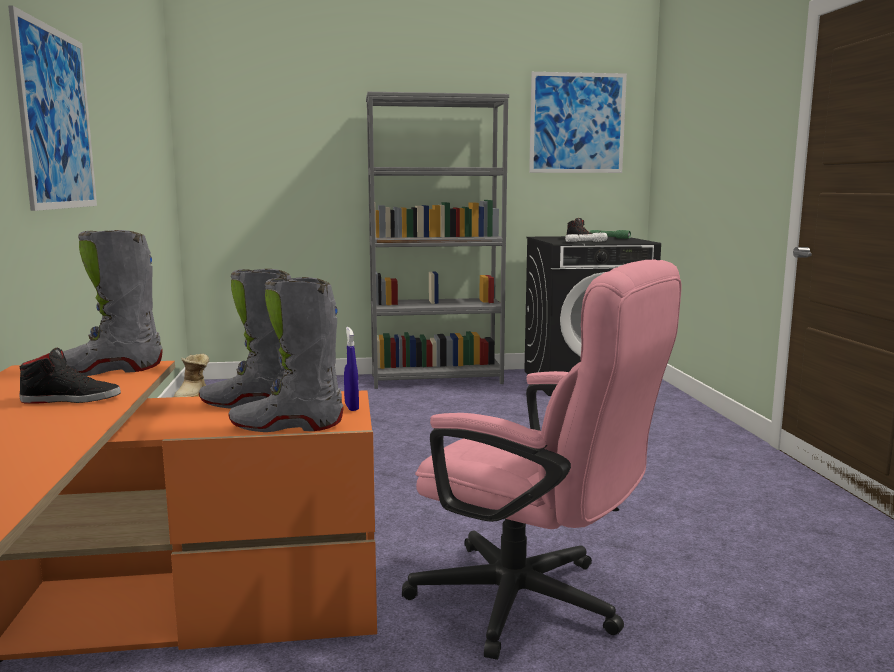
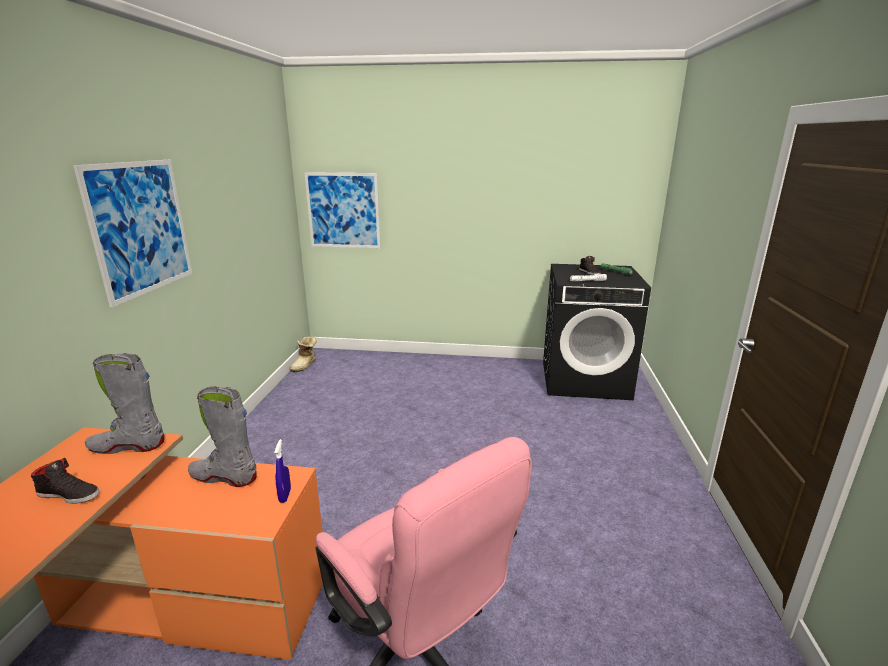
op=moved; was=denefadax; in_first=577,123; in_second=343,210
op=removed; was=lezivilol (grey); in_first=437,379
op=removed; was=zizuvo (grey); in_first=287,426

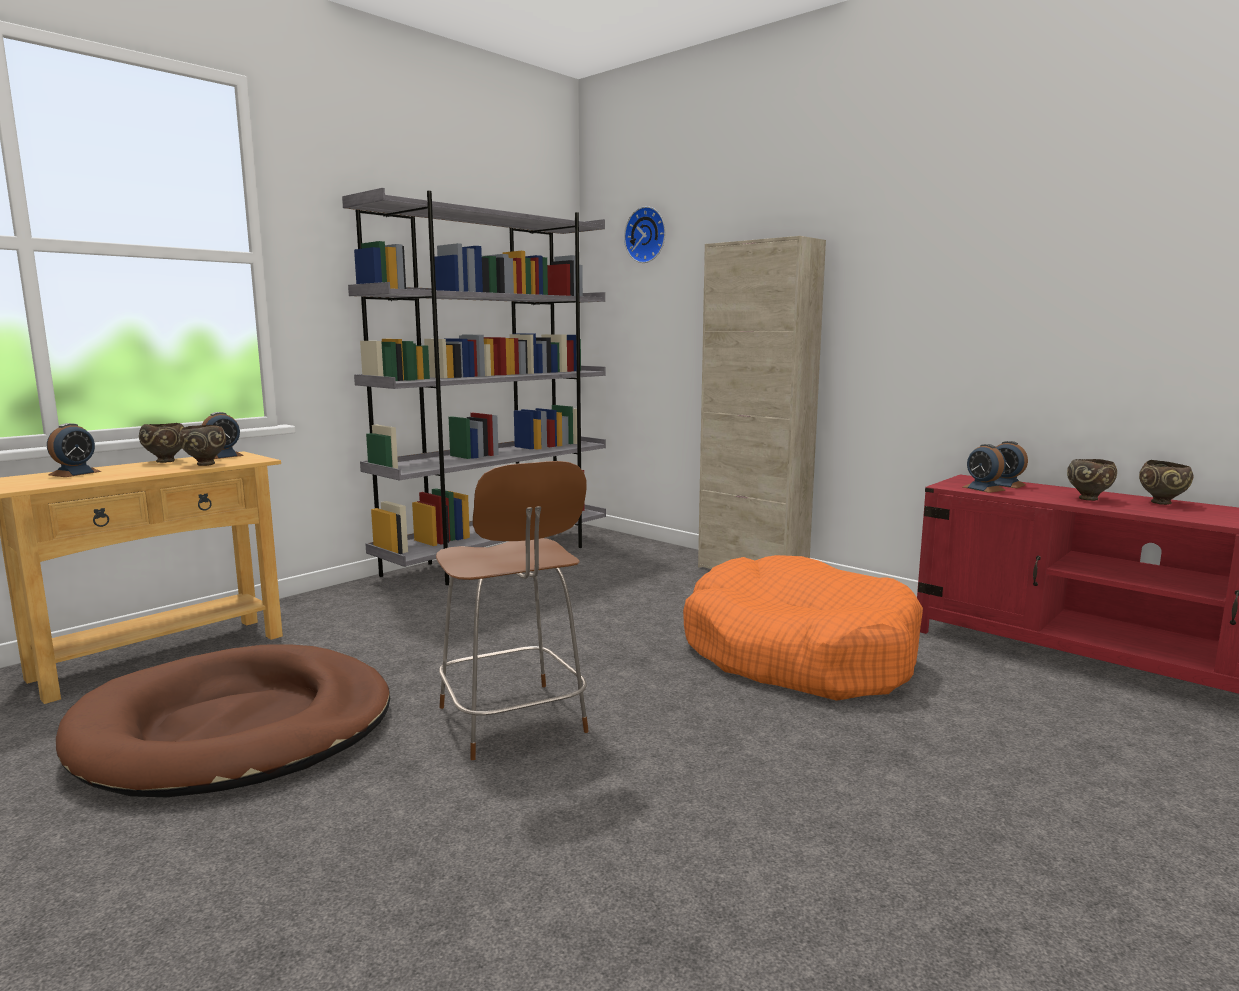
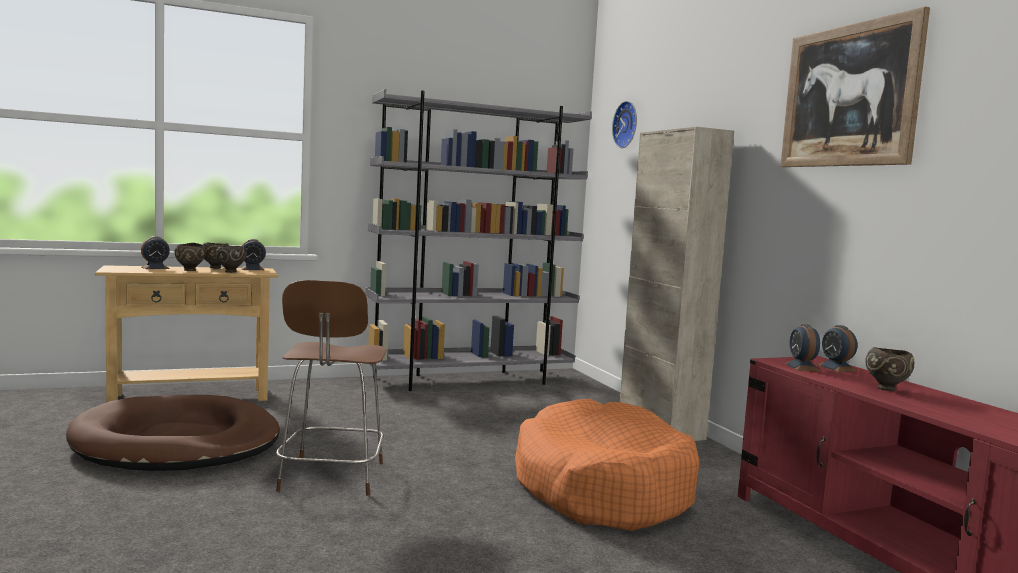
op=moved; was=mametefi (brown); in_first=1162,503; in_second=190,270
op=added; now=denefadax; in_second=849,96

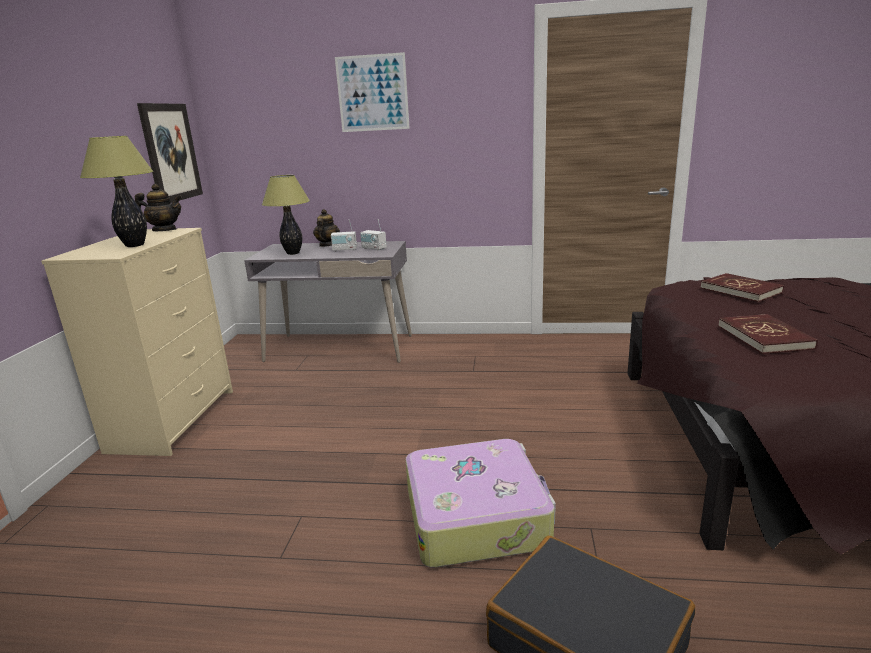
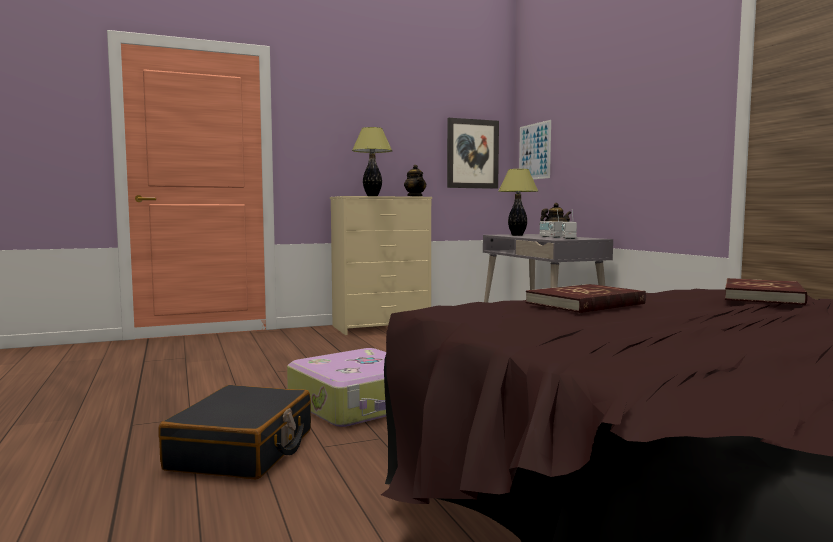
op=moved; was=denefadax; in_first=372,93; in_second=534,151

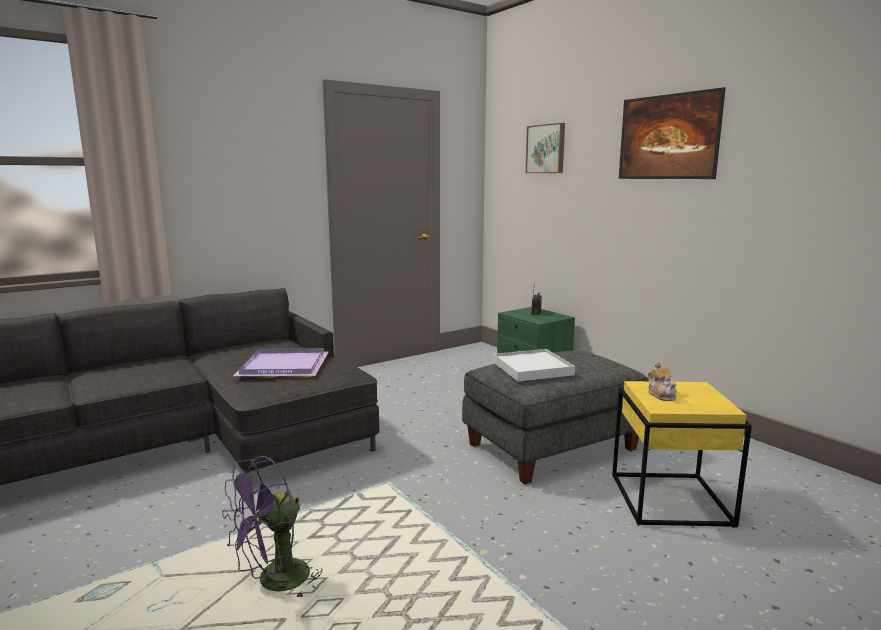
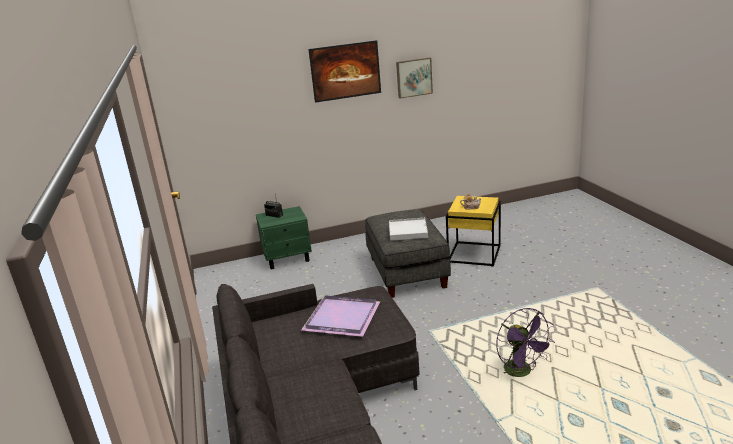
op=moved; was=denefadax; in_first=546,149; in_second=413,77

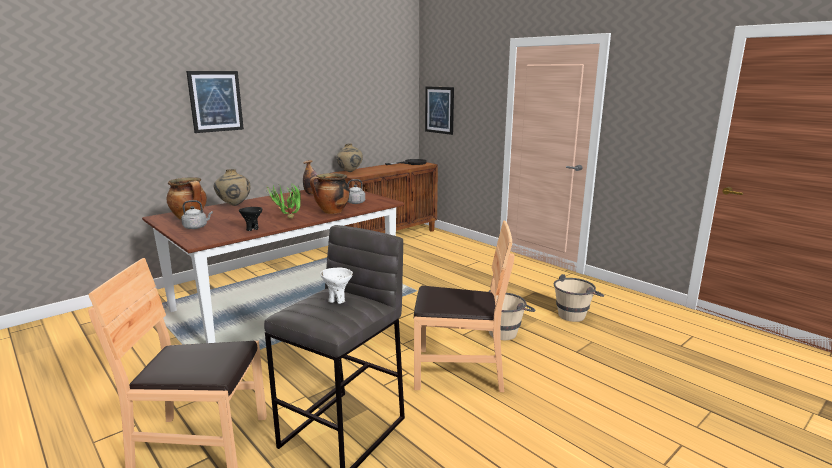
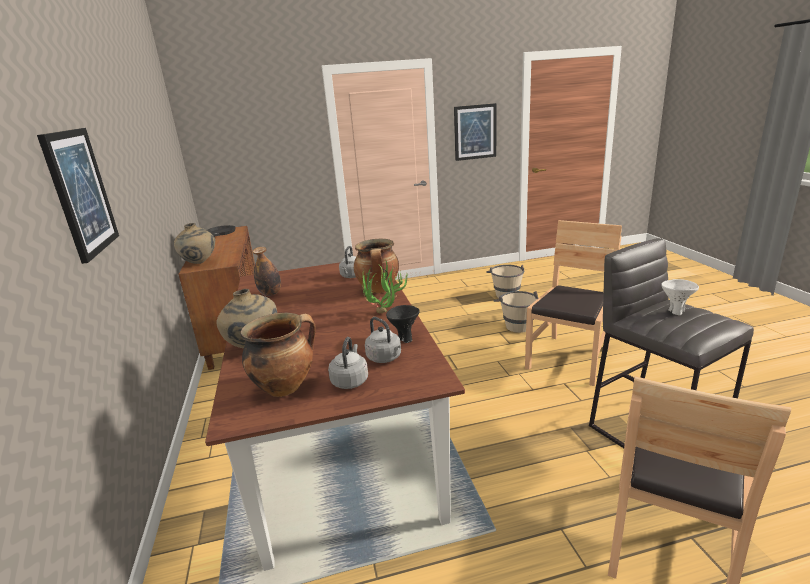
op=moved; was=denefadax; in_first=439,110; in_second=475,132
op=added; now=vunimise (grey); in_second=385,358

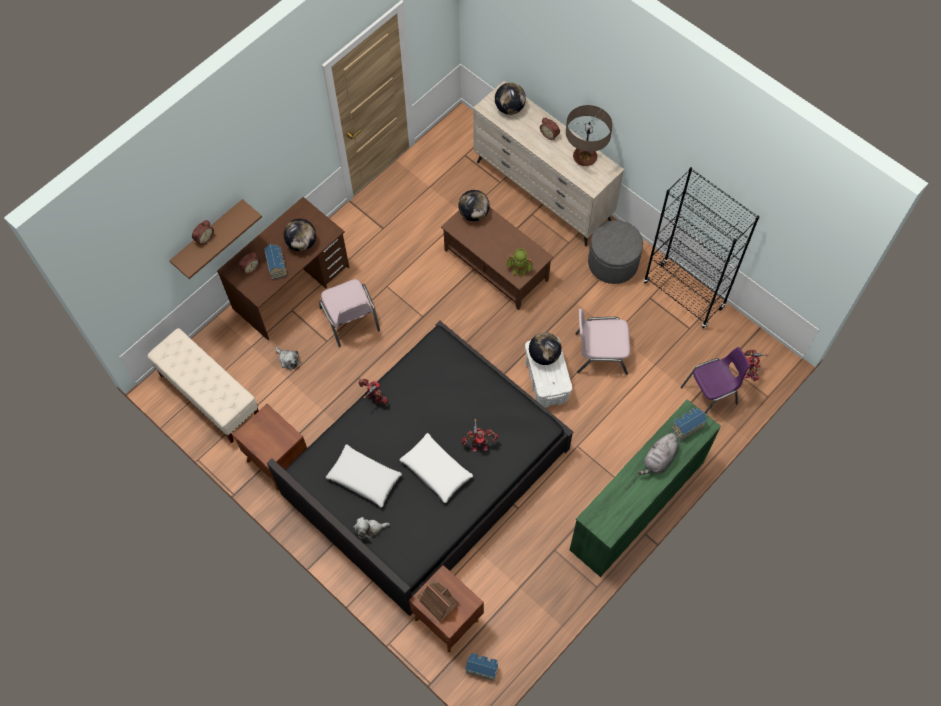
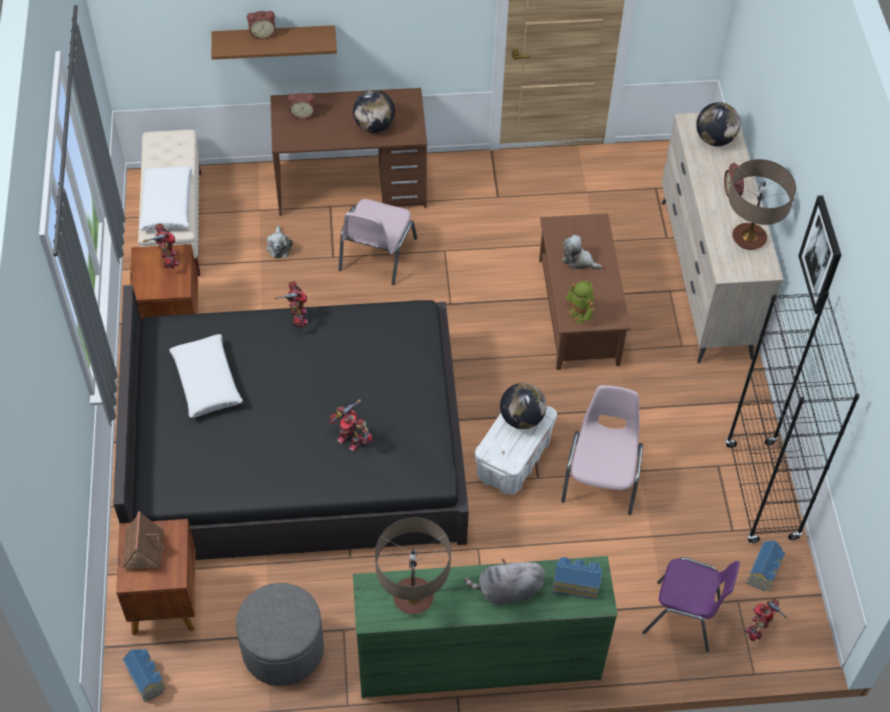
op=removed; was=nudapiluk; in_first=474,214
op=moved; was=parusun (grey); in_first=613,262; in_second=283,649
op=moved; was=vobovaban; in_first=277,265; in_second=765,572
op=turned; was=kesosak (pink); in_first=600,352; in_second=602,477; clockwise=60
op=moved; was=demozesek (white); in_first=436,470; in_second=167,204
op=moved; was=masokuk; in_first=370,529; in_second=578,261
op=added; now=denefadax; in_second=821,255
op=added; now=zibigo; in_second=168,260
op=added; now=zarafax; in_second=413,597

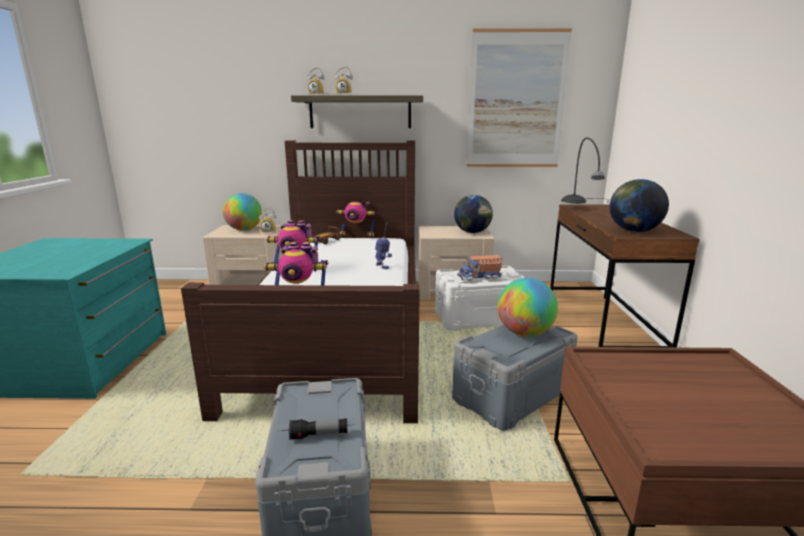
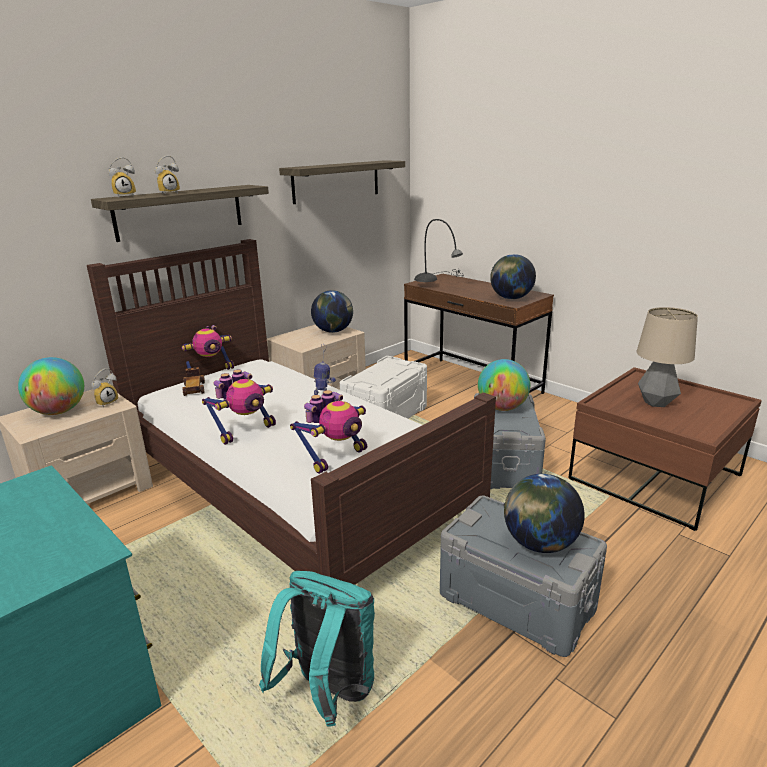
op=replaced; was=denefadax; now=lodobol; in_first=516,100; in_second=336,181
op=removed; was=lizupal; in_first=480,277
op=replaced; was=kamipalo; now=nudapiluk; in_first=319,435; in_second=539,544
op=added; now=zarafax; in_second=656,403
op=added; now=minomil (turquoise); in_second=327,692

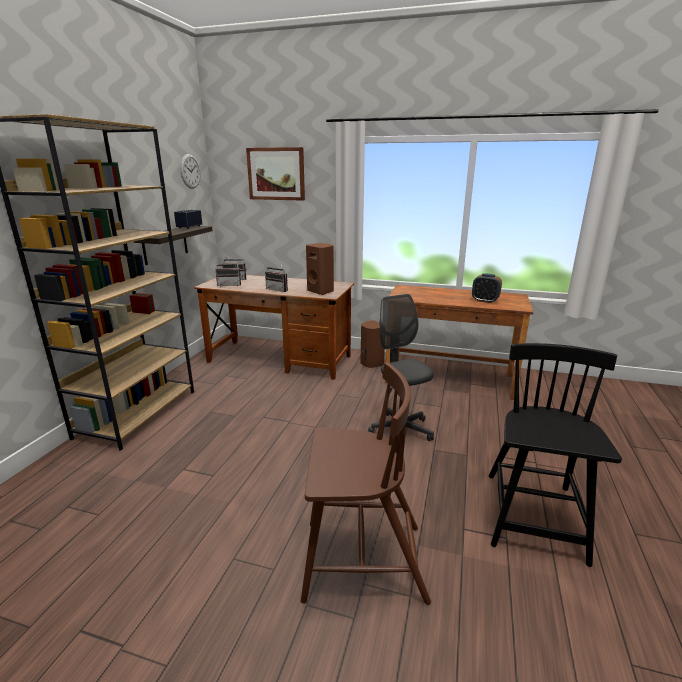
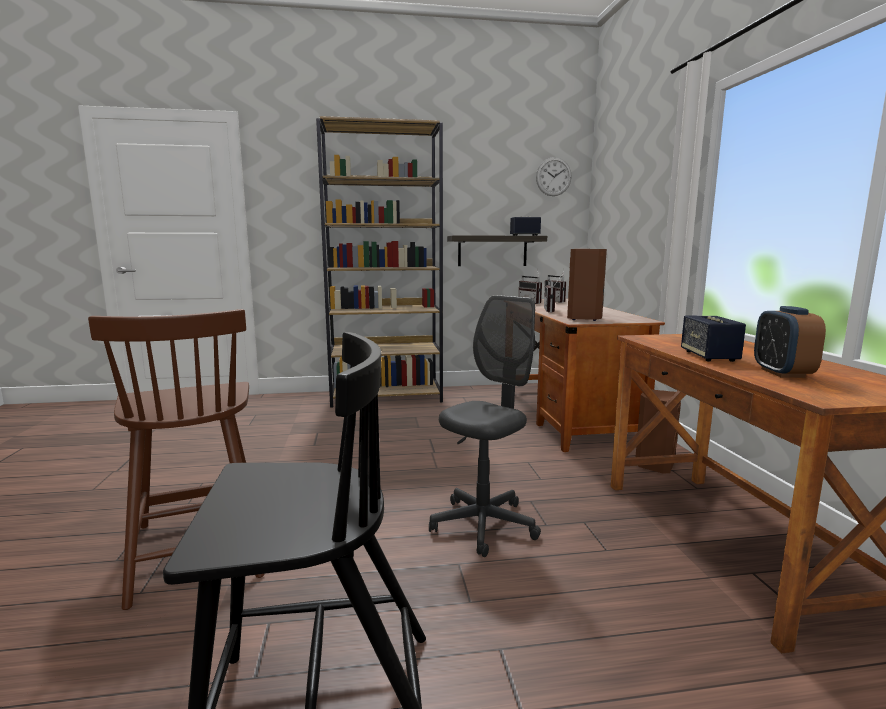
op=removed; was=denefadax; in_first=276,174
op=added; now=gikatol; in_second=709,356

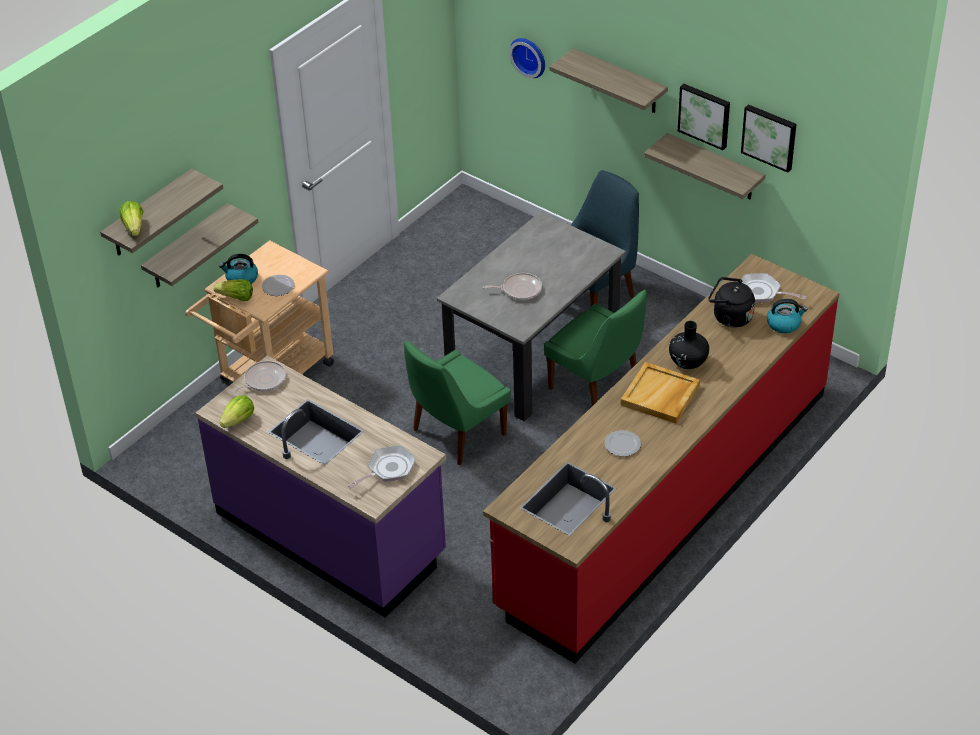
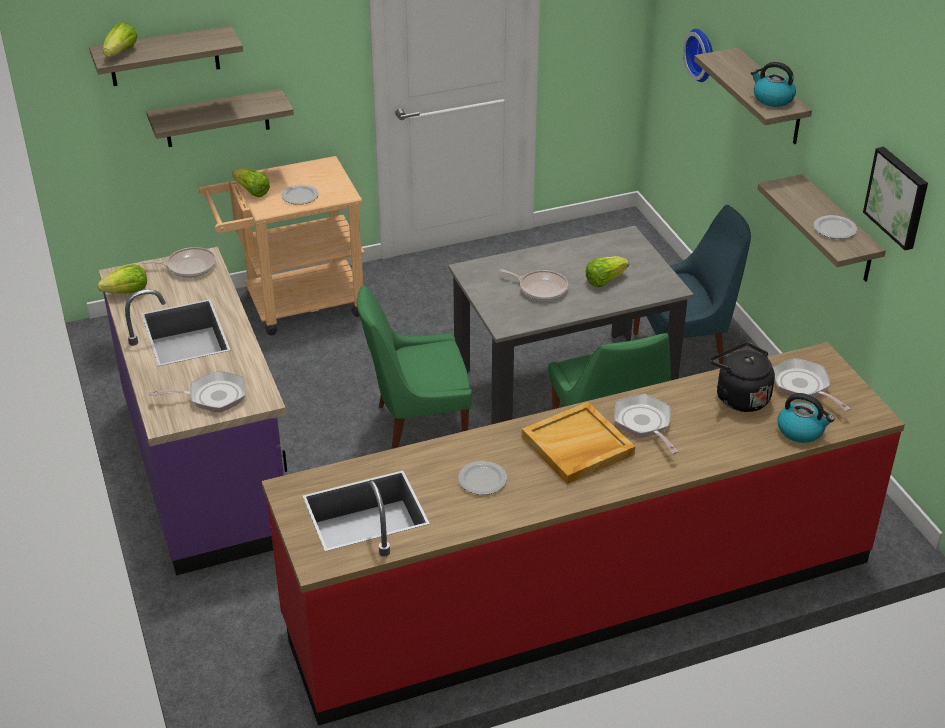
op=removed; was=denefadax; in_first=705,115
op=moved; was=vunimise; in_first=241,279; in_second=772,99
op=replaced; was=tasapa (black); now=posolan; in_first=688,362; in_second=644,424
op=added; now=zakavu; in_second=835,229
op=added; now=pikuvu; in_second=604,280

